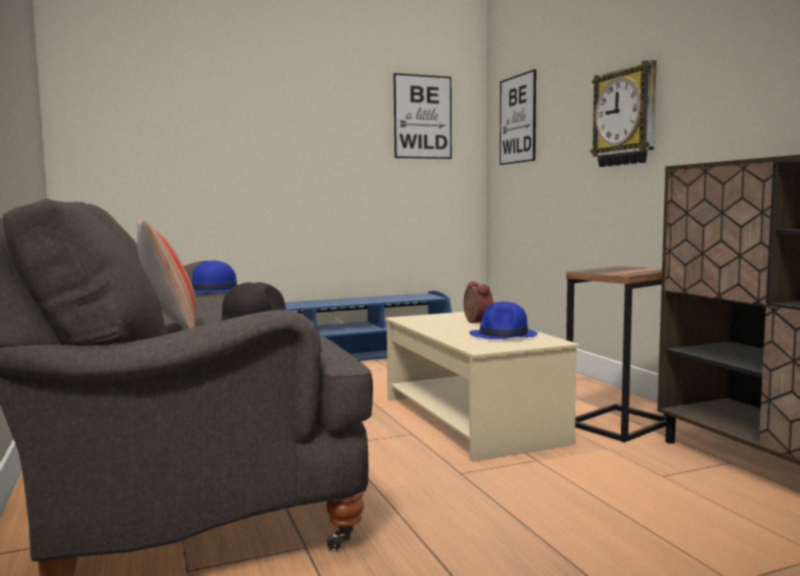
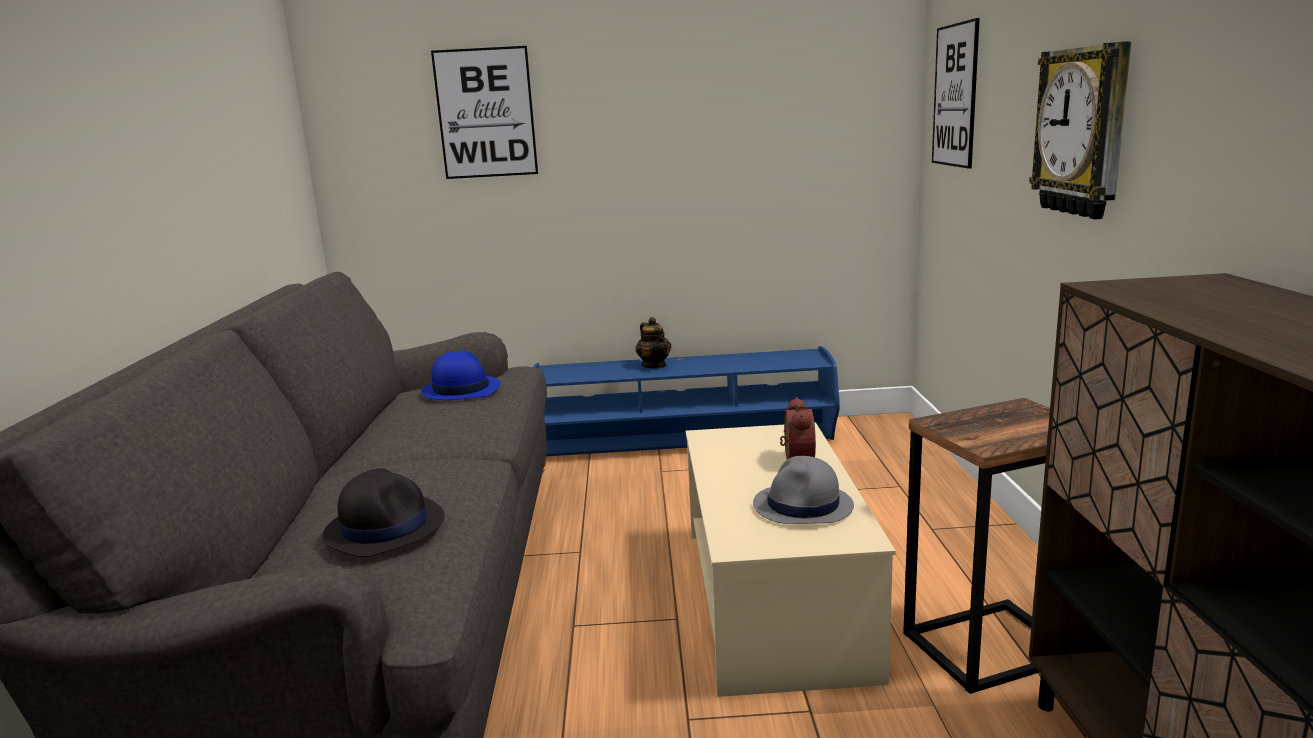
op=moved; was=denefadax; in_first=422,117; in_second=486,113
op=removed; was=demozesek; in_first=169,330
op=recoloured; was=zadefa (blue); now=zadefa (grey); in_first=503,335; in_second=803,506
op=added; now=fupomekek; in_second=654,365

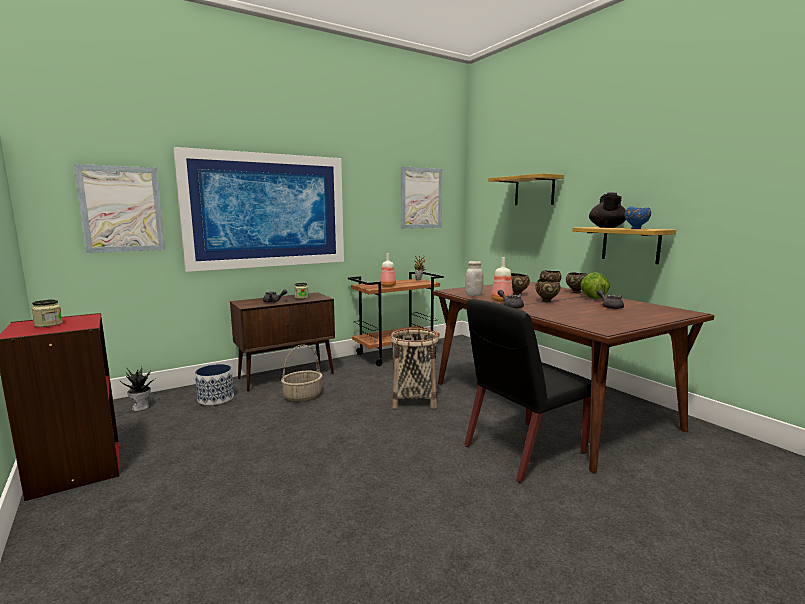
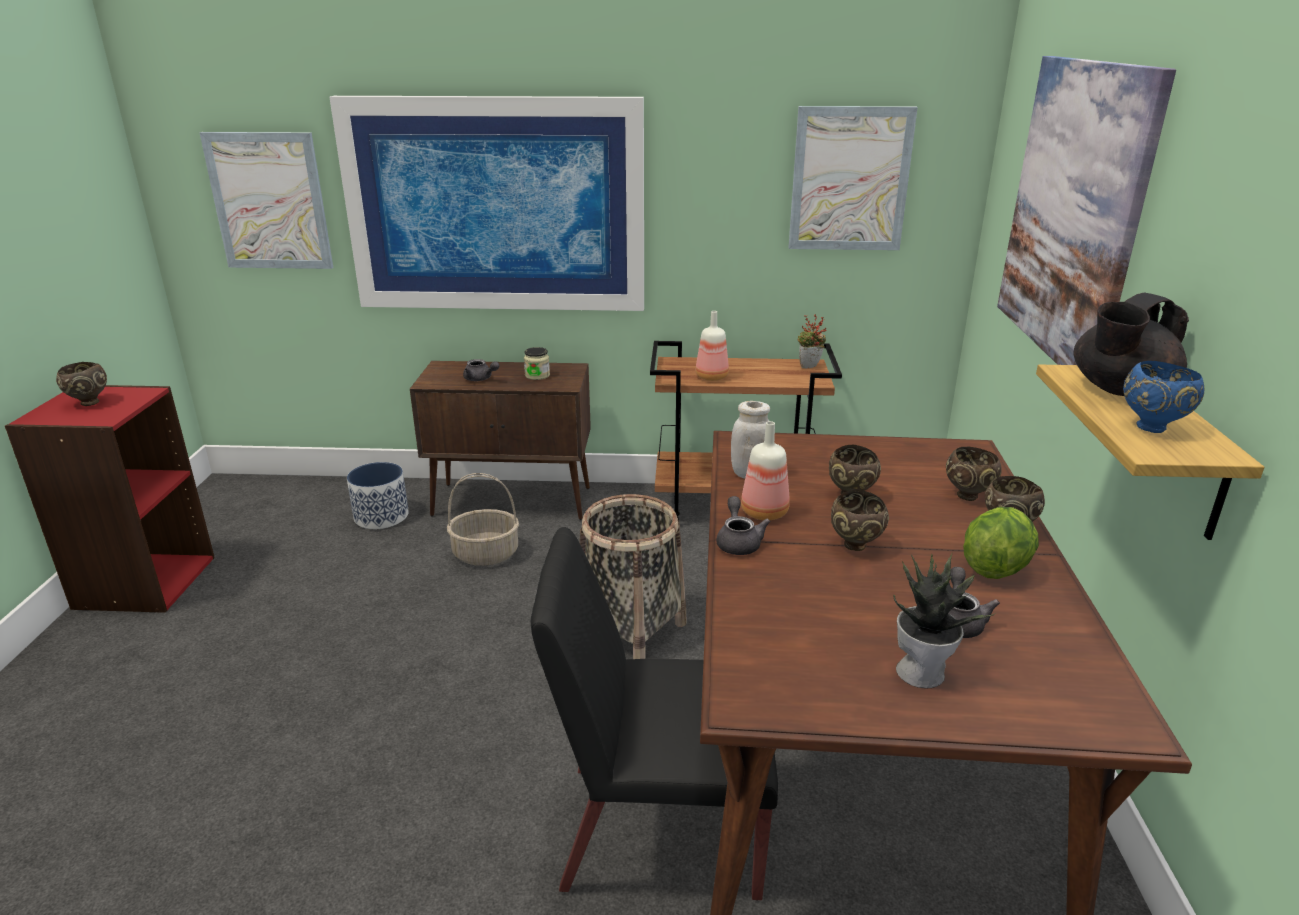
op=replaced; was=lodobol; now=denefadax; in_first=534,191; in_second=1073,212
op=replaced; was=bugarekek; now=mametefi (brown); in_first=48,324; in_second=88,403
op=moved; was=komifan; in_first=141,407; in_second=922,672

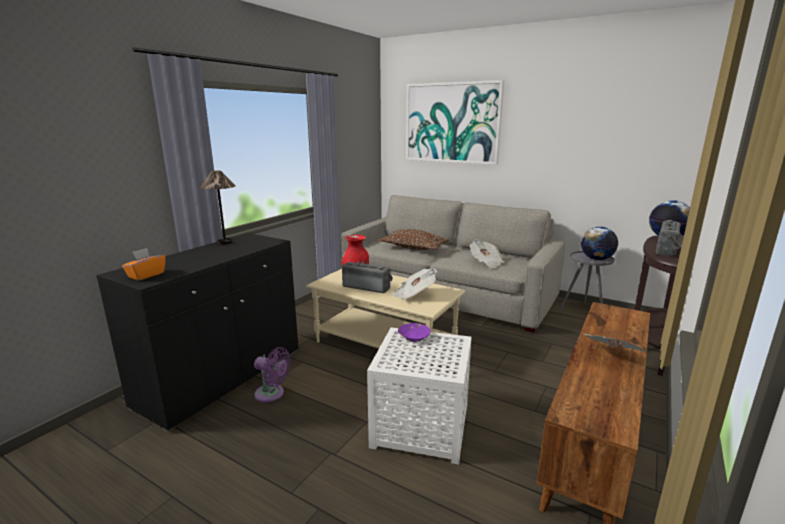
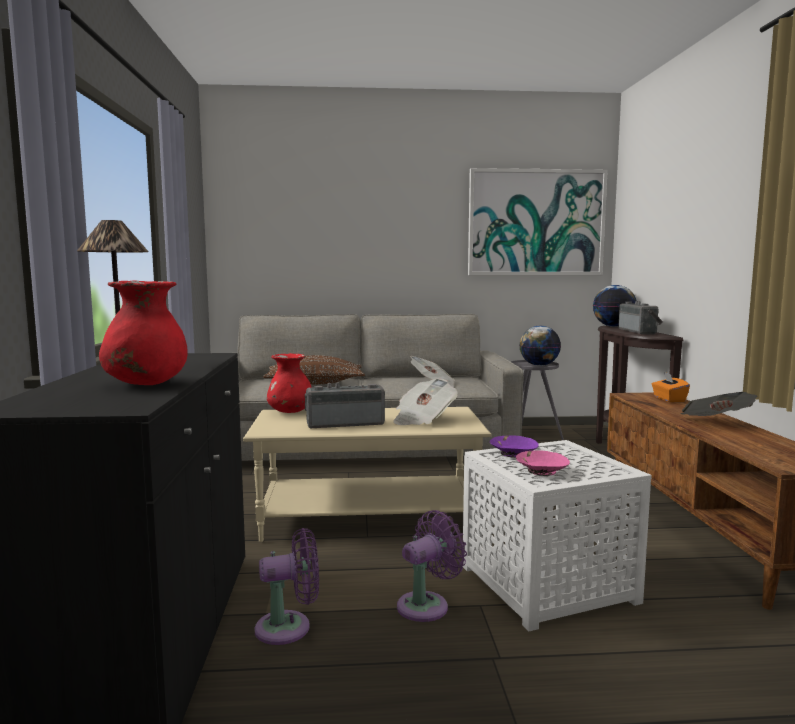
op=moved; was=denefadax; in_first=452,123; in_second=536,223
op=moved; was=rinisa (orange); in_first=146,275; in_second=669,399
op=added; now=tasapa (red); in_second=146,384
op=added; now=mametefi (pink); in_second=541,471
op=added; now=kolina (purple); in_second=427,605

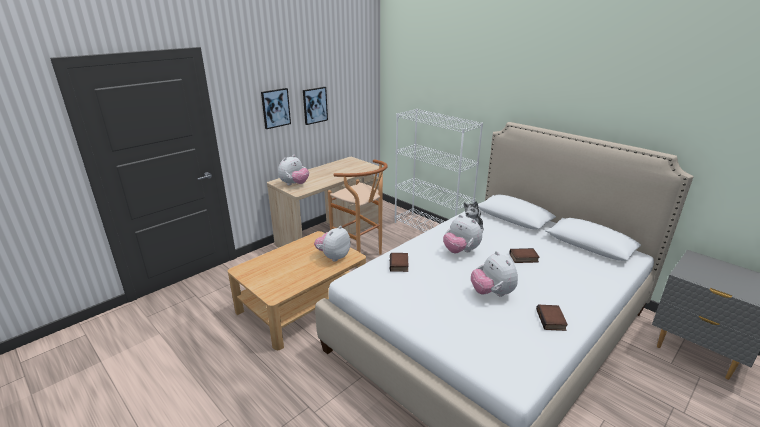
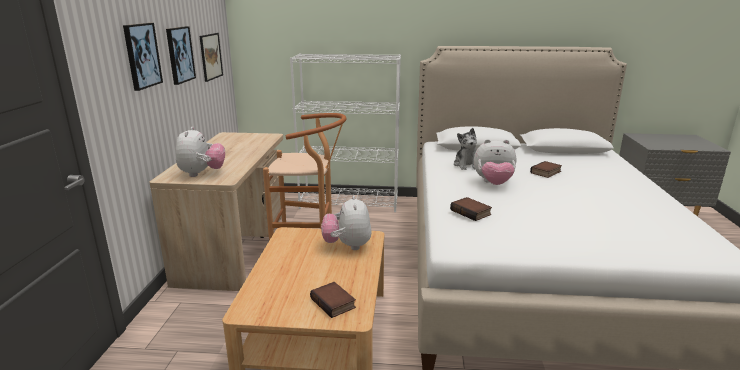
op=removed; was=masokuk; in_first=492,293
op=moved; was=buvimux; in_first=552,320; in_second=334,303
op=added; now=denefadax; in_second=211,56

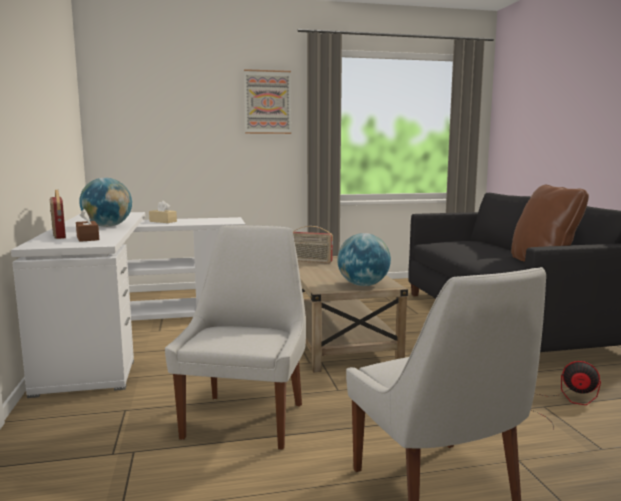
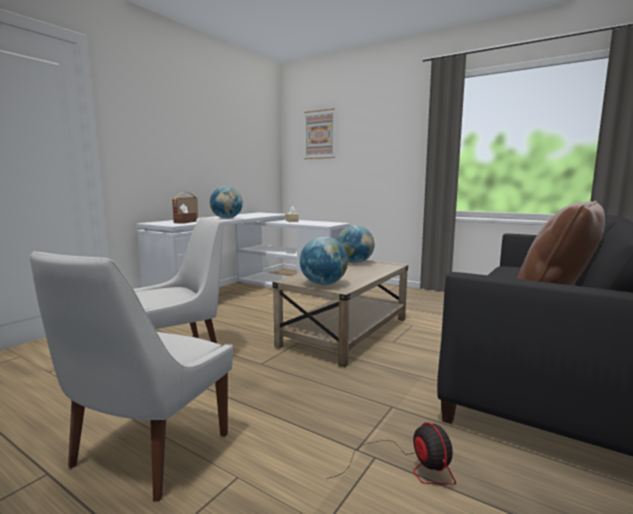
op=moved; was=denefadax; in_first=267,102; in_second=319,134
op=replaced; was=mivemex; now=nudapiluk; in_first=311,261; in_second=355,262

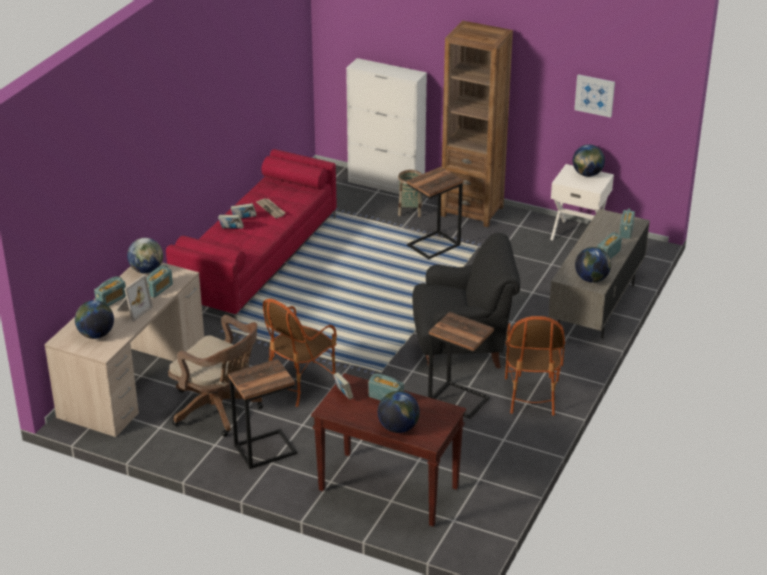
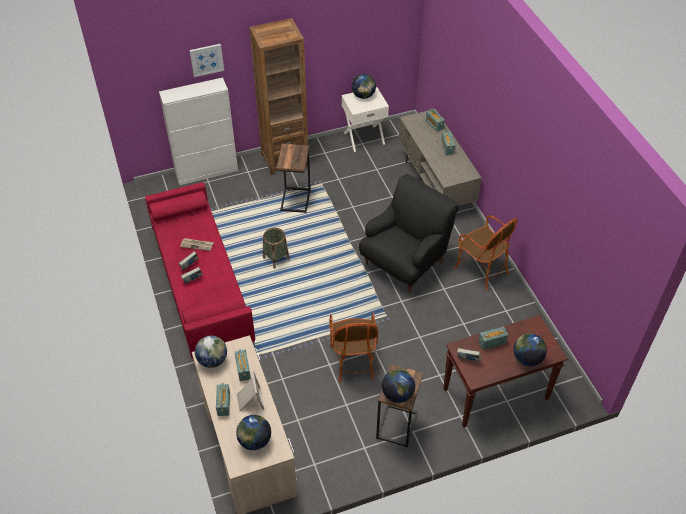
op=moved; was=denefadax; in_first=594,95; in_second=206,59
op=moved; was=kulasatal; in_first=410,210; in_second=276,258
op=moved; was=nudapiluk; in_first=591,279; in_second=397,394
op=removed; was=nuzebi; in_first=459,399
op=removed; was=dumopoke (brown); in_first=219,410

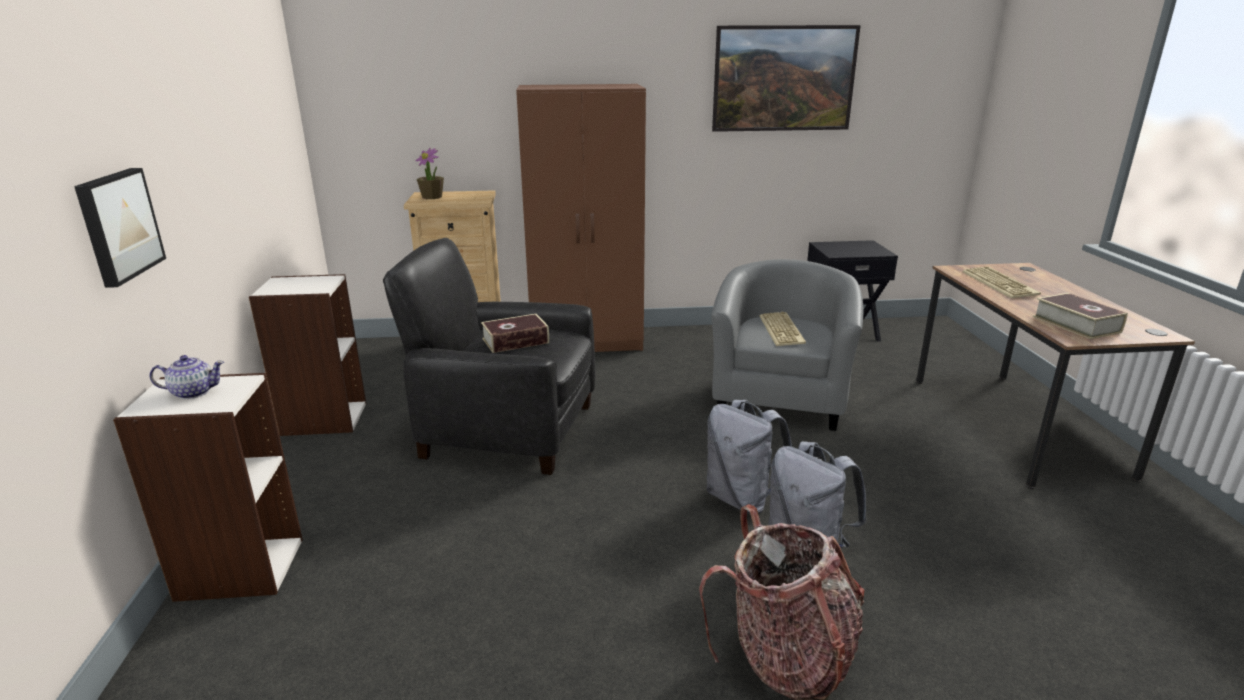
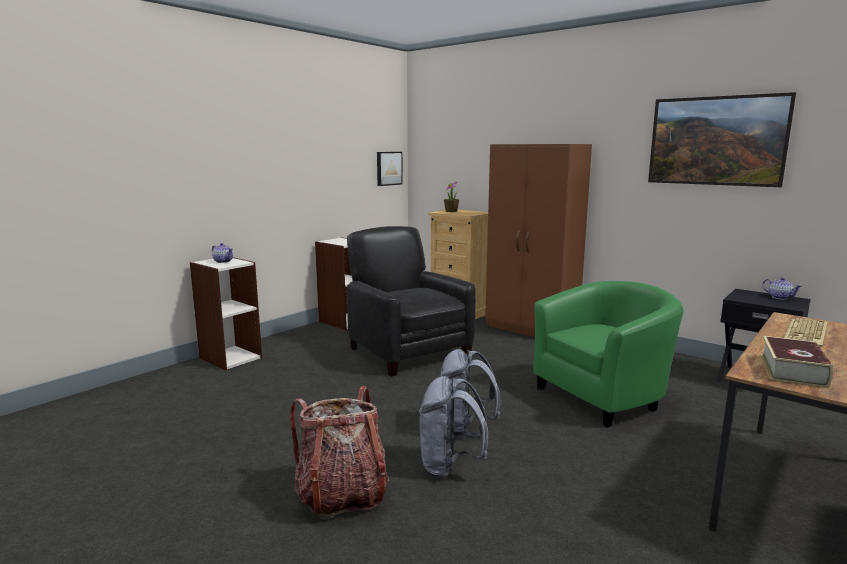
op=moved; was=denefadax; in_first=118,225; in_second=388,168
op=recoloured; was=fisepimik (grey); now=fisepimik (green); in_first=780,398; in_second=604,396
op=removed; was=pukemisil; in_first=783,330
op=removed; was=buvimux; in_first=515,341
op=added; now=fupomekek; in_second=779,297

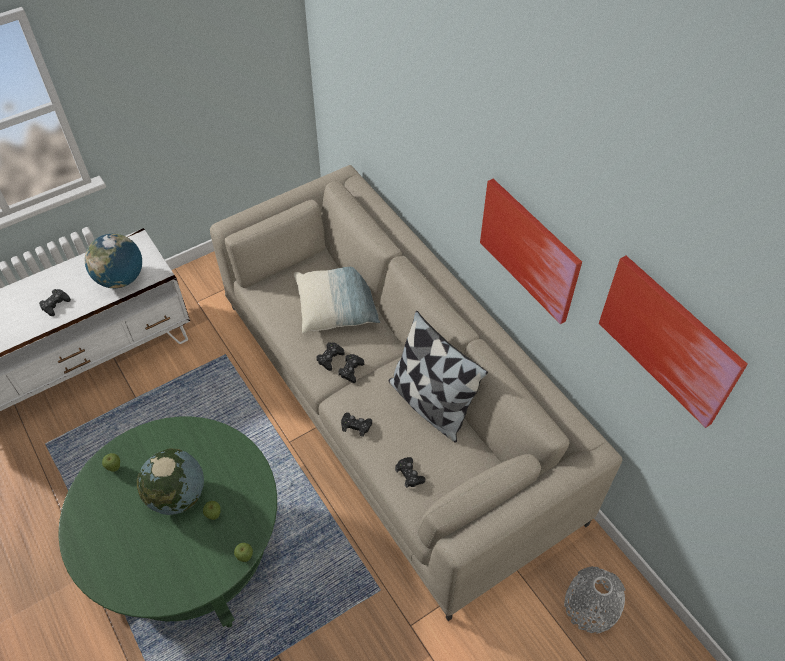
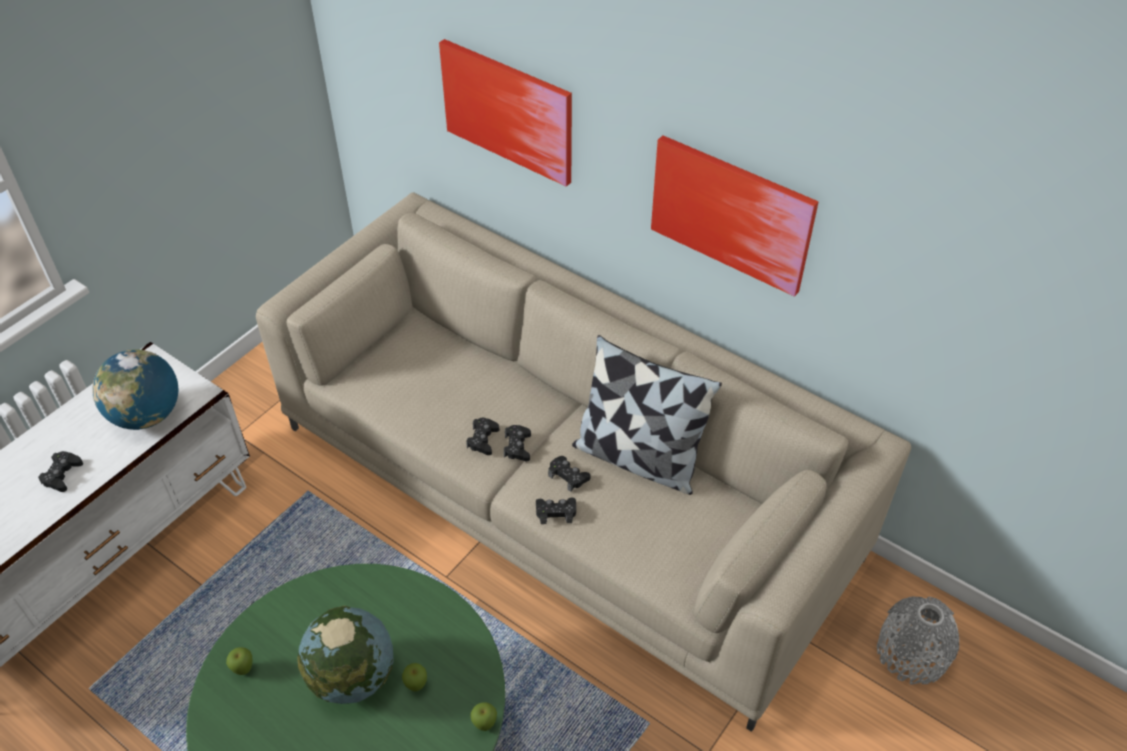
op=moved; was=denefadax; in_first=668,339; in_second=508,111
op=removed; was=demozesek; in_first=337,306
op=moved; was=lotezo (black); in_first=409,474; in_second=568,476

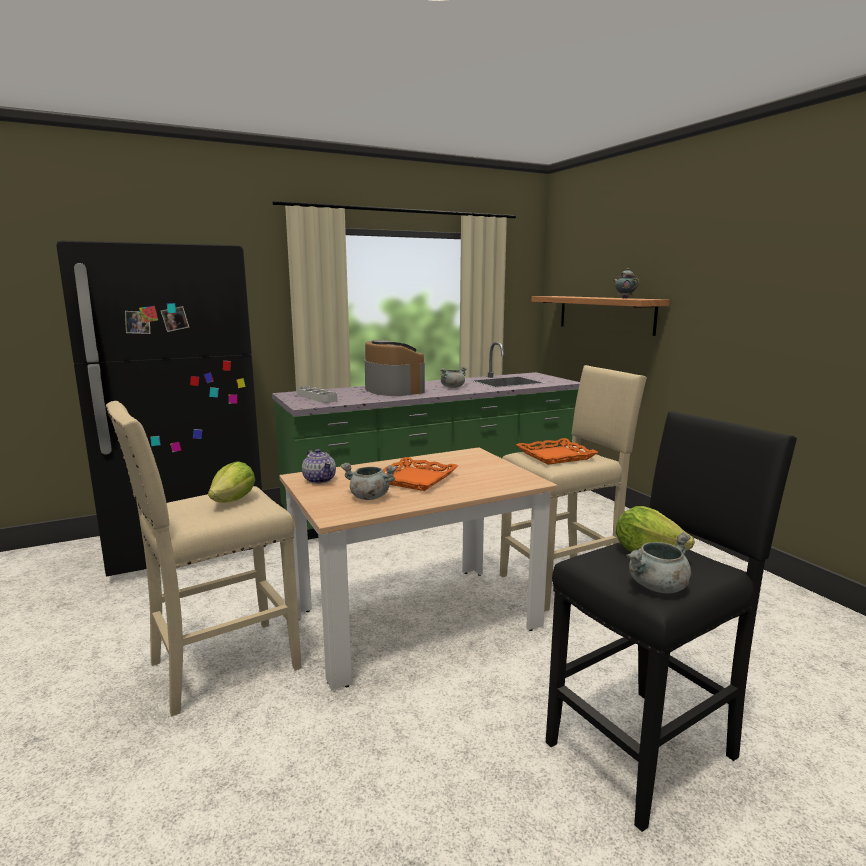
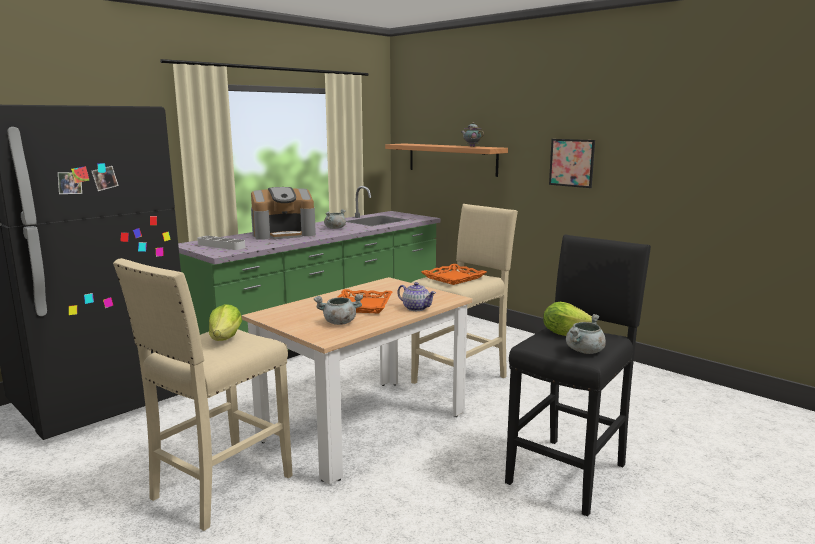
op=turned; was=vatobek; in_first=392,390; in_second=284,234; clockwise=120
op=moved; was=fupomekek; in_first=319,480; in_second=416,308
op=added; now=denefadax; in_second=571,163

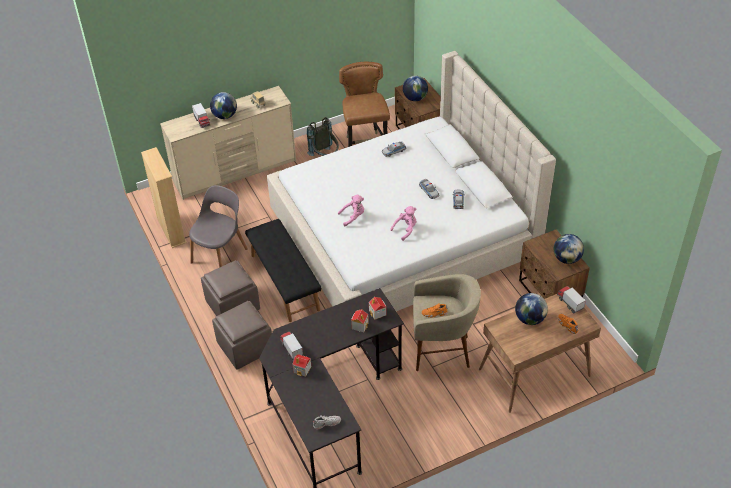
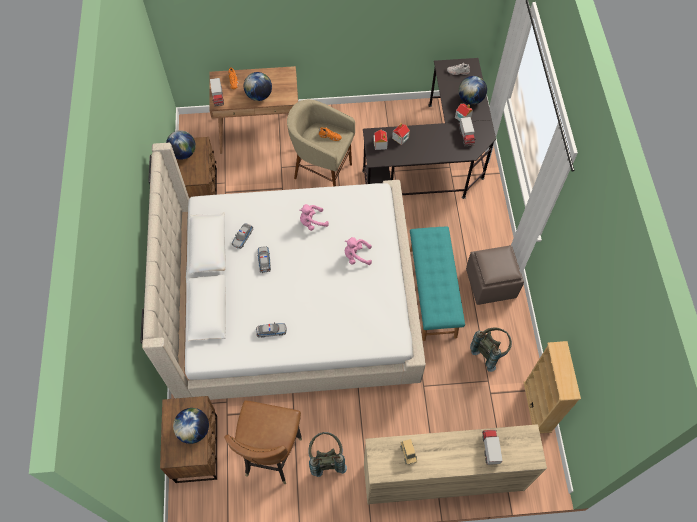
op=moved; was=nudapiluk; in_first=225,116; in_second=470,99
op=replaced; was=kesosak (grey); now=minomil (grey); in_first=220,254; in_second=489,351
op=recoloured; was=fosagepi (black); now=fosagepi (turquoise); in_first=285,282; in_second=432,292
op=removed; was=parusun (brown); in_first=244,347

